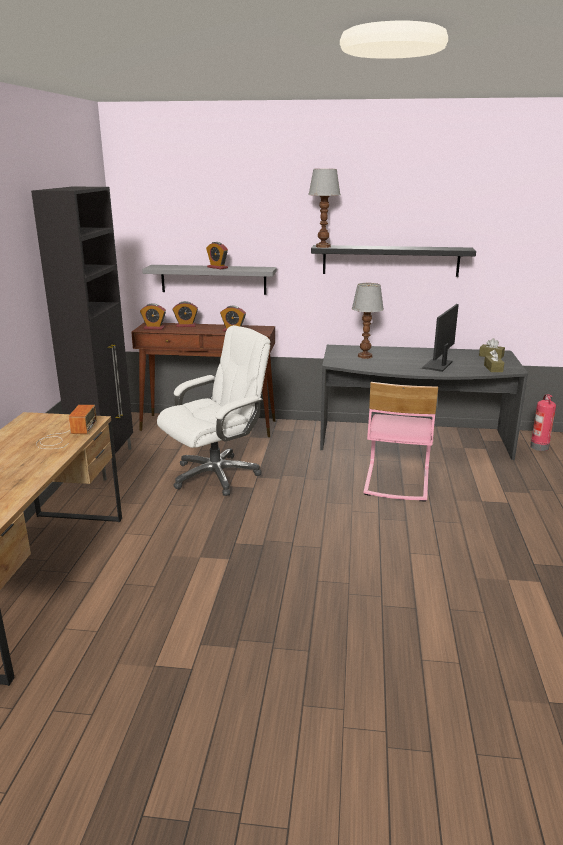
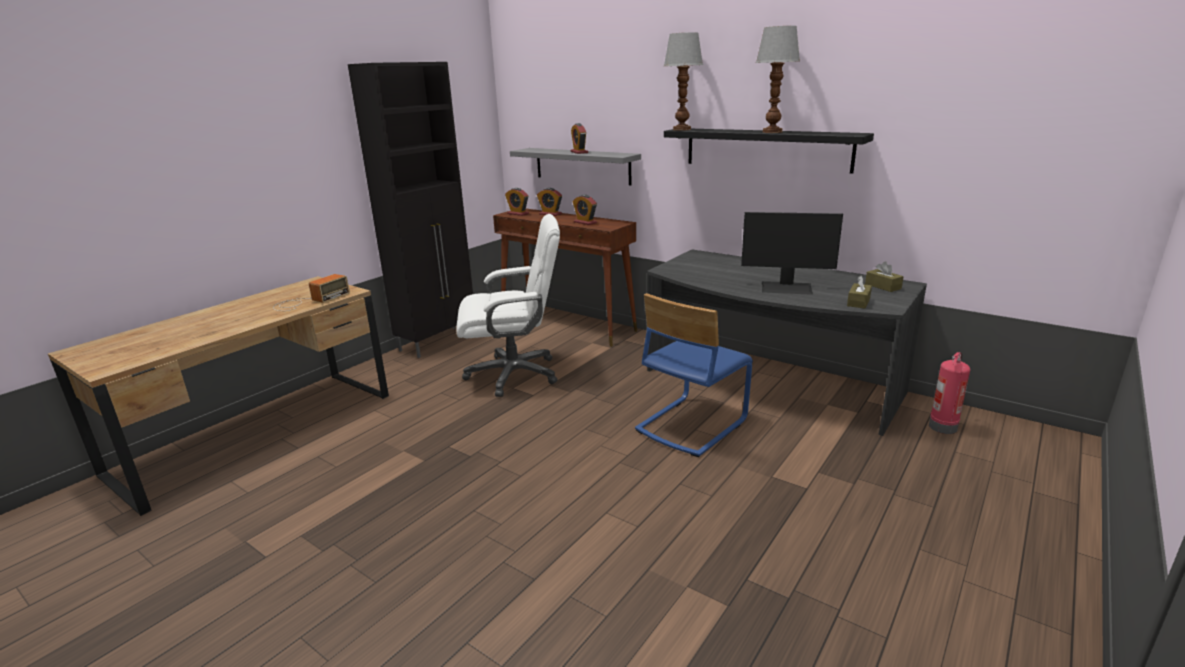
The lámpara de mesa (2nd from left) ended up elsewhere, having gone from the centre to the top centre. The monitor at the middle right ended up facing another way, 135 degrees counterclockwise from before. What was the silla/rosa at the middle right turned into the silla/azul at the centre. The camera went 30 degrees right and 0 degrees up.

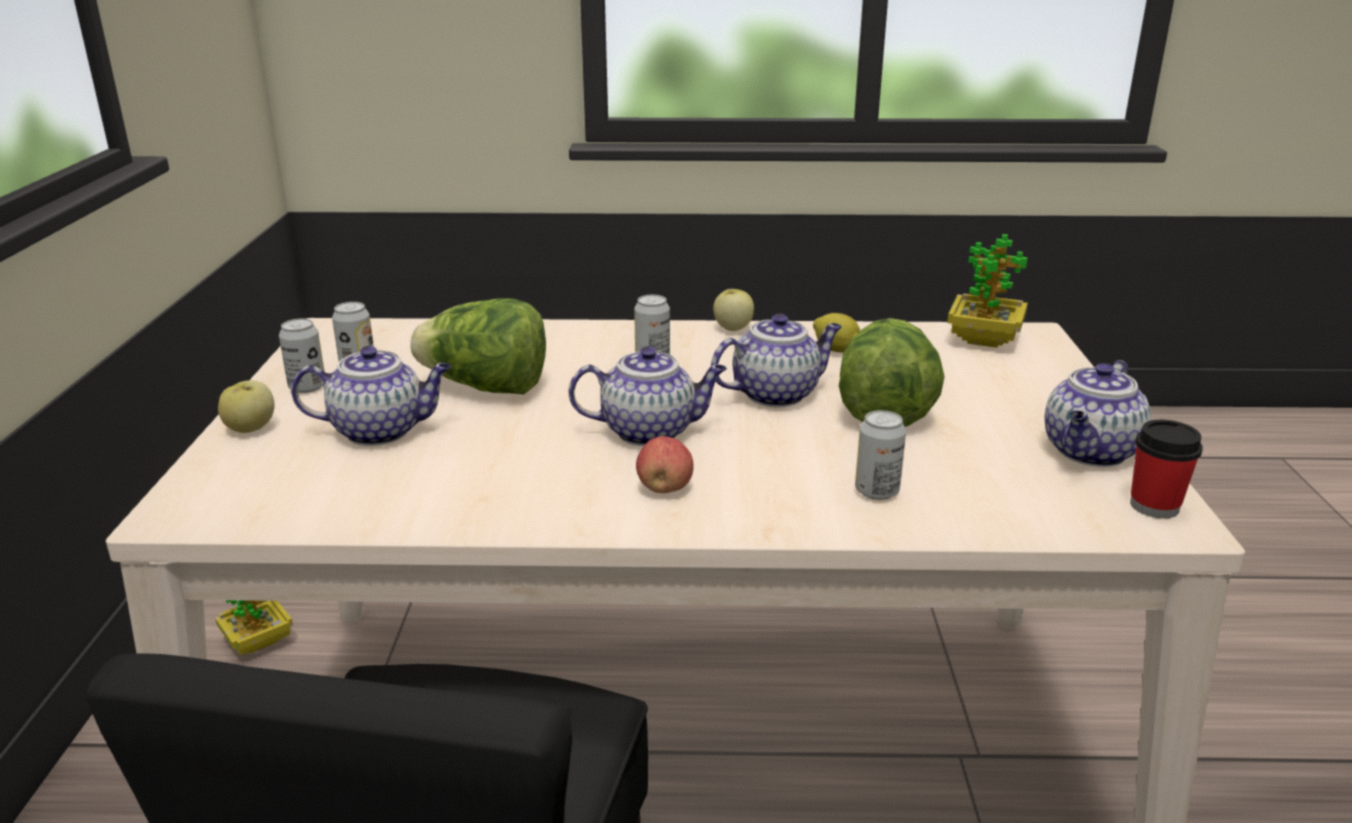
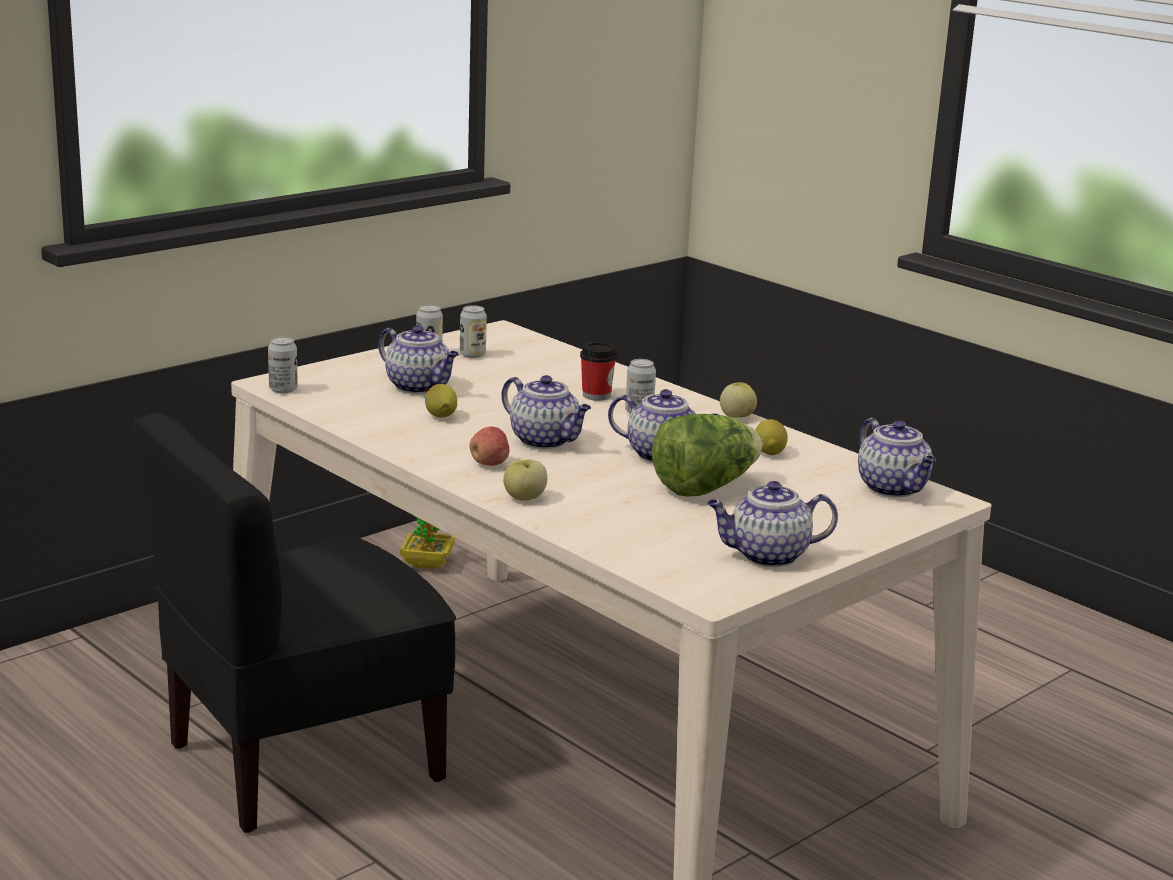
Where the planta en maceta (2nd from left) stood at the middle right, the tetera (5th from left) came to stand at the middle right. The second view lost the lechuga (1st from left) at the centre. The manzana (1st from left in the first image) ended up elsewhere, having gone from the middle left to the centre. The lata (4th from left in the first image) ended up elsewhere, having gone from the centre to the middle left. The taza ended up elsewhere, having gone from the middle right to the centre. The second view gained the limón (1st from left) at the centre. The camera went 45 degrees right and 5 degrees down.

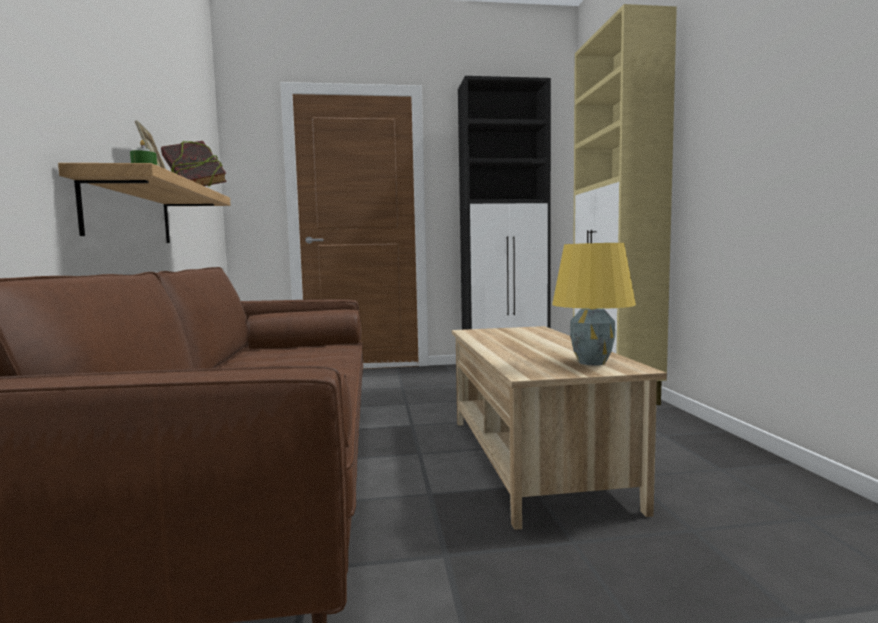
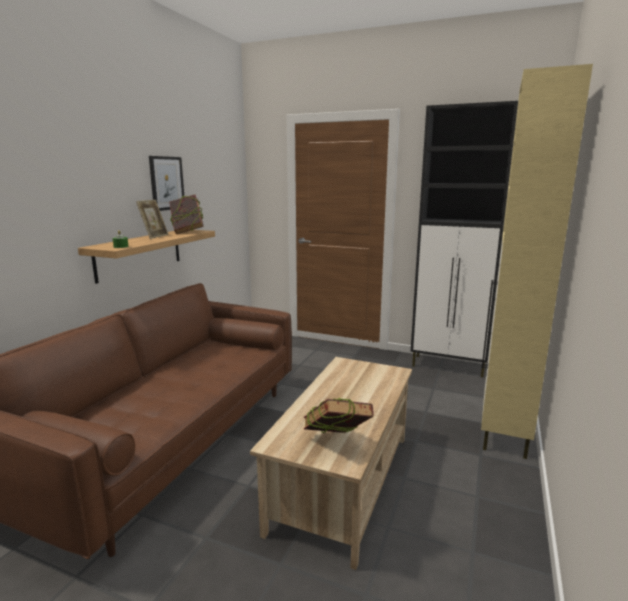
Where the lámpara de mesa/amarillo stood at the middle right, the libro (2nd from left) came to stand at the bottom centre. The second view gained the cuadro at the top left. The camera went 30 degrees right and 10 degrees up.

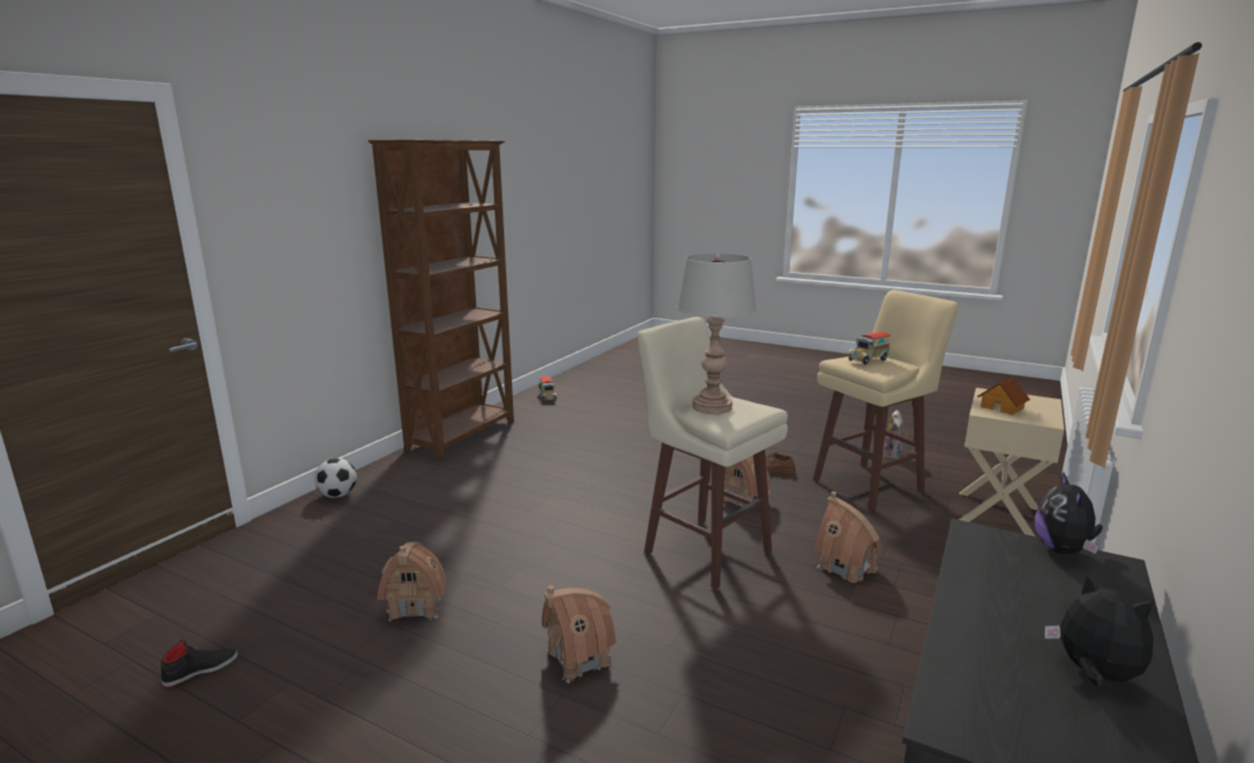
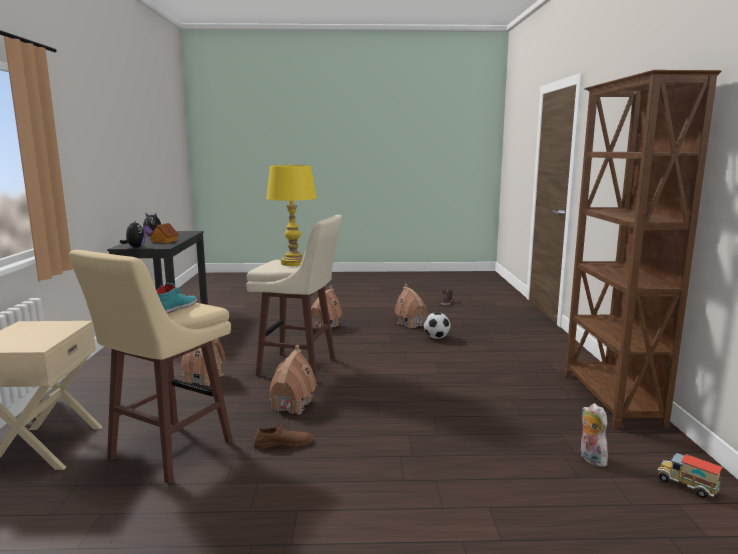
What was the lámpara de mesa/gris at the centre turned into the lámpara de mesa/amarillo at the centre. Where the camión de juguete (2nd from left) stood at the middle right, the zapato/turquesa came to stand at the middle left. The casita (5th from left in the first image) ended up elsewhere, having gone from the middle right to the middle left. The peluche (1st from left in the first image) ended up elsewhere, having gone from the middle right to the bottom right. The balón de fútbol ended up elsewhere, having gone from the middle left to the centre. The camera went 150 degrees right and 5 degrees down.

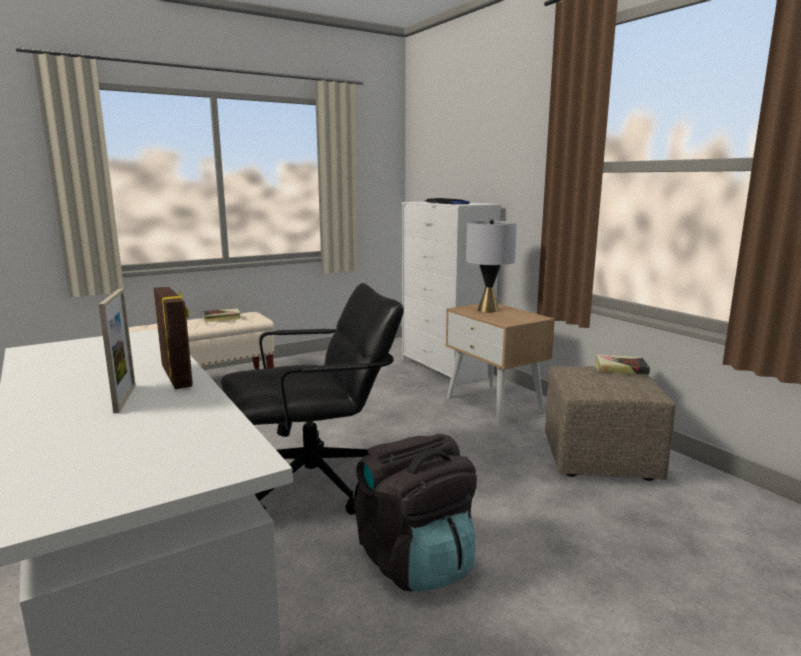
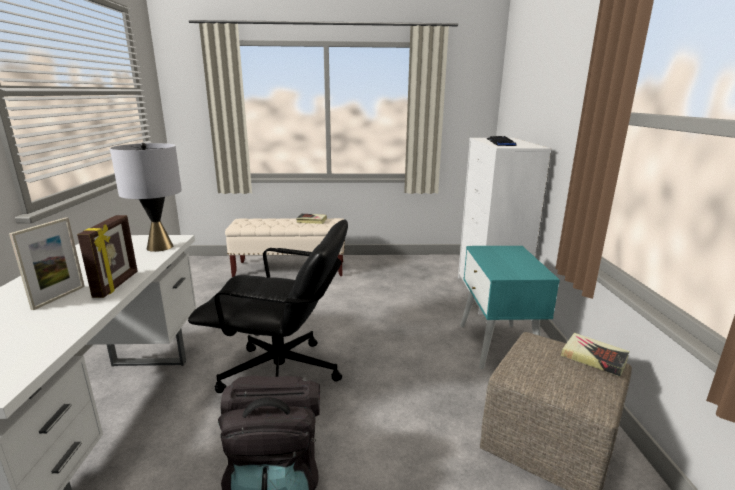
The lámpara de mesa/gris ended up elsewhere, having gone from the centre to the middle left. What was the mesita de noche/beis at the centre turned into the mesita de noche/turquesa at the middle right. The camera went 30 degrees right and 5 degrees up.

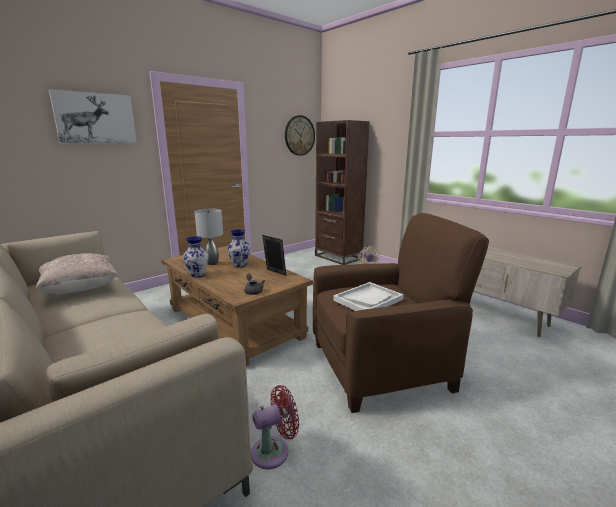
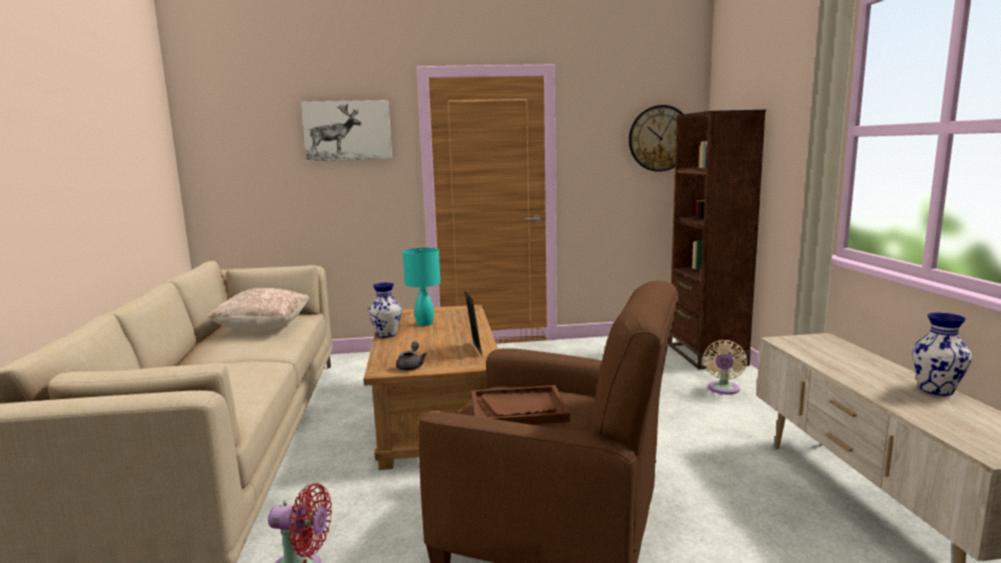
What was the lámpara de mesa/gris at the centre turned into the lámpara de mesa/turquesa at the centre. The florero (2nd from left) ended up elsewhere, having gone from the centre to the middle right. What was the bandeja/blanco at the centre turned into the bandeja/marrón at the bottom centre. The camera went 35 degrees right and 5 degrees down.

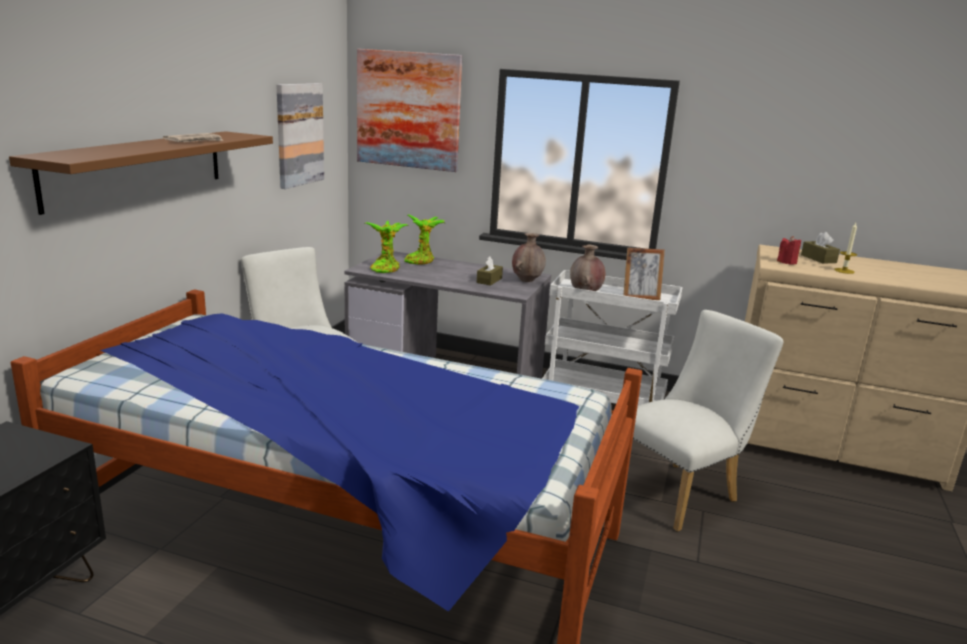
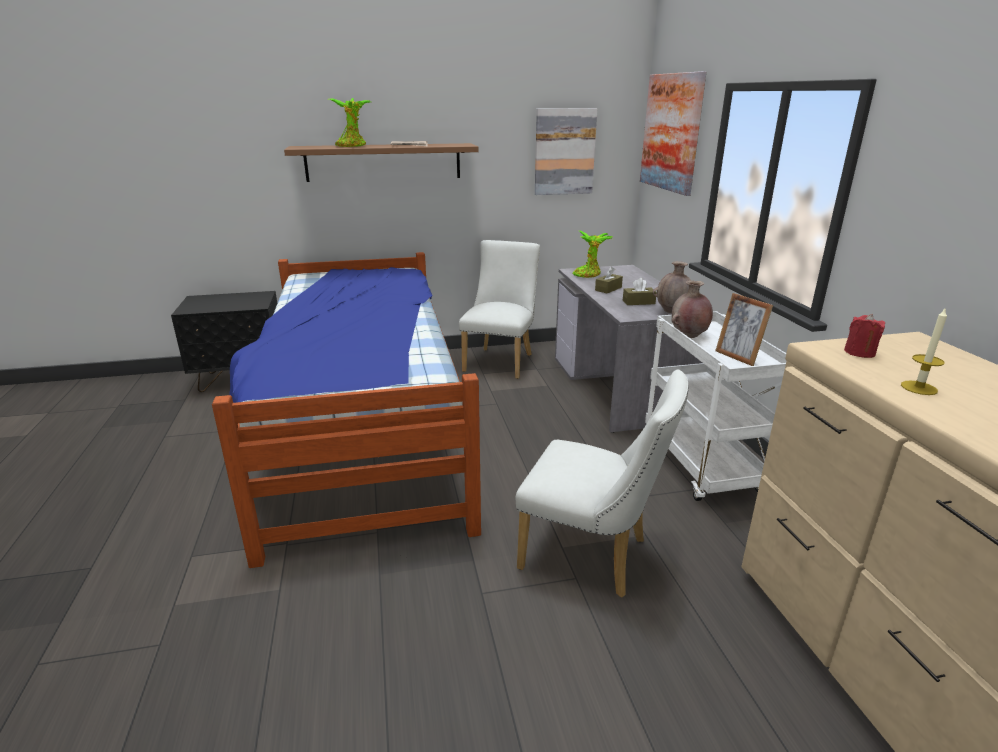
The planta en maceta (2nd from left in the first image) ended up elsewhere, having gone from the centre to the top centre. The caja de pañuelos/marrón (2nd from left in the first image) ended up elsewhere, having gone from the middle right to the centre. The camera went 60 degrees right and 5 degrees up.

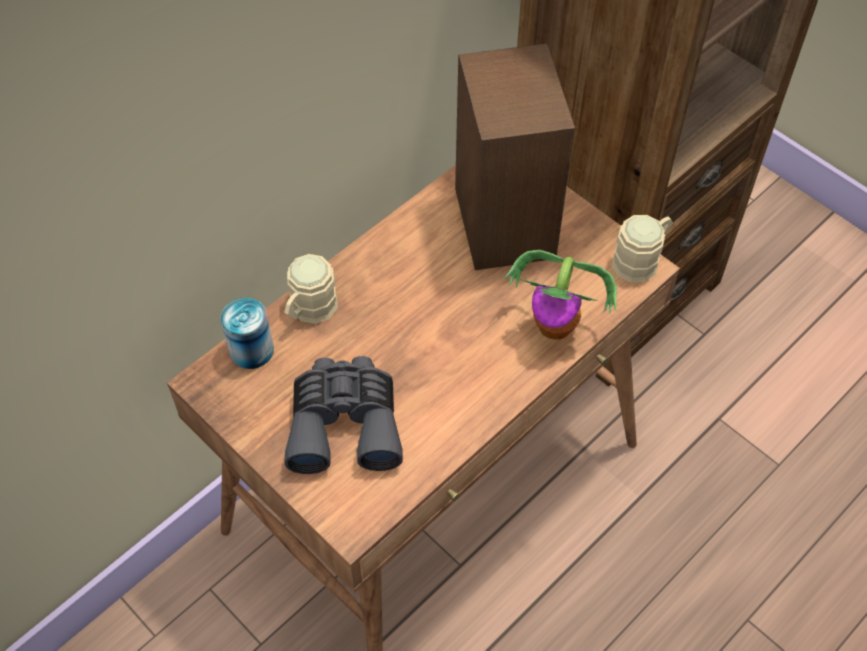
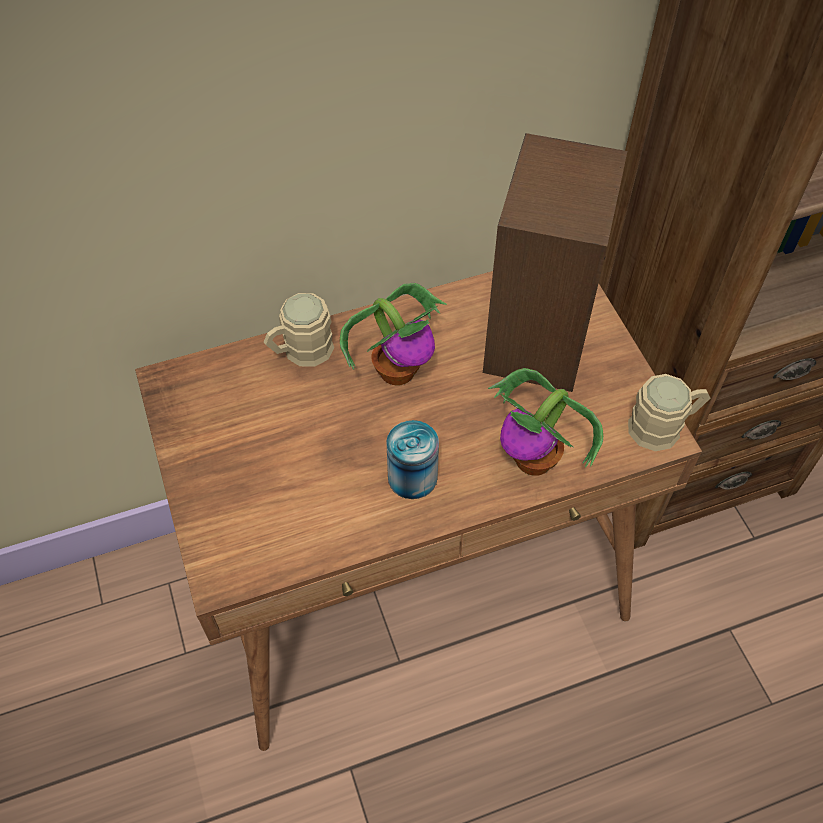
The lata ended up elsewhere, having gone from the middle left to the centre. The second view lost the prismáticos/gris at the centre. The second view gained the planta en maceta (1st from left) at the centre. The camera went 25 degrees right and 0 degrees up.

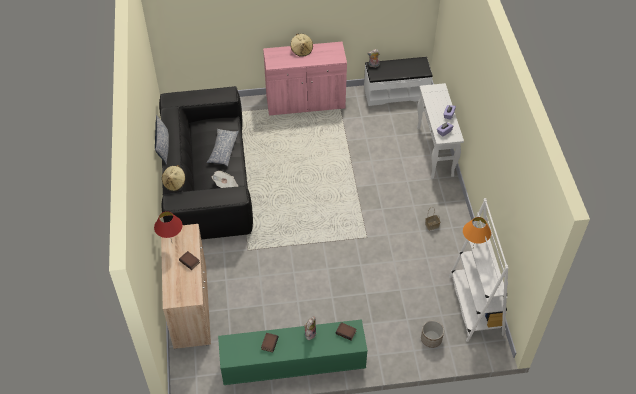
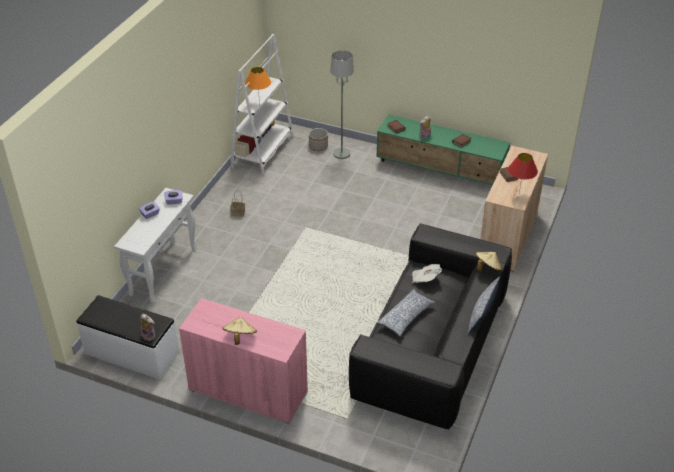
The second view gained the lámpara de pie/gris at the top centre. The camera went 150 degrees left and 10 degrees down.

